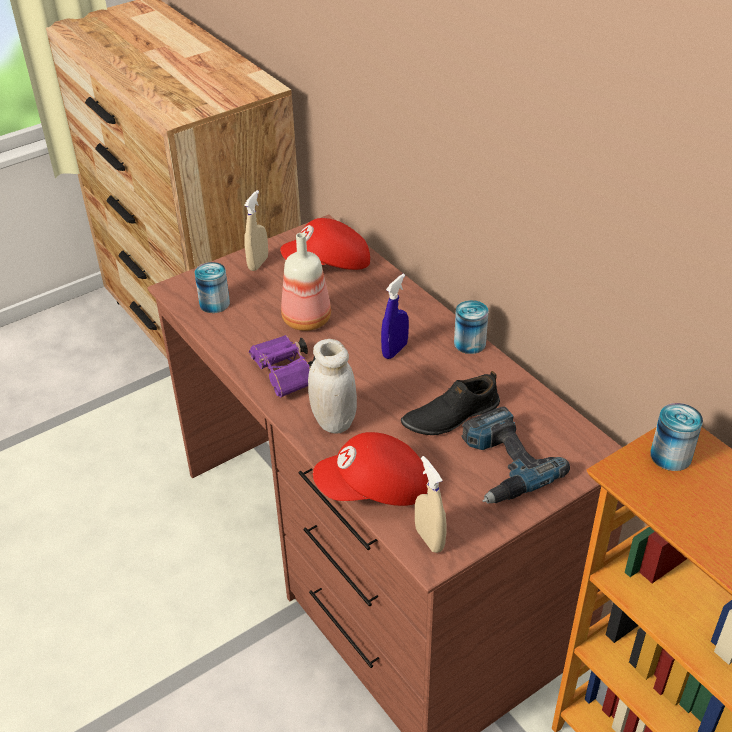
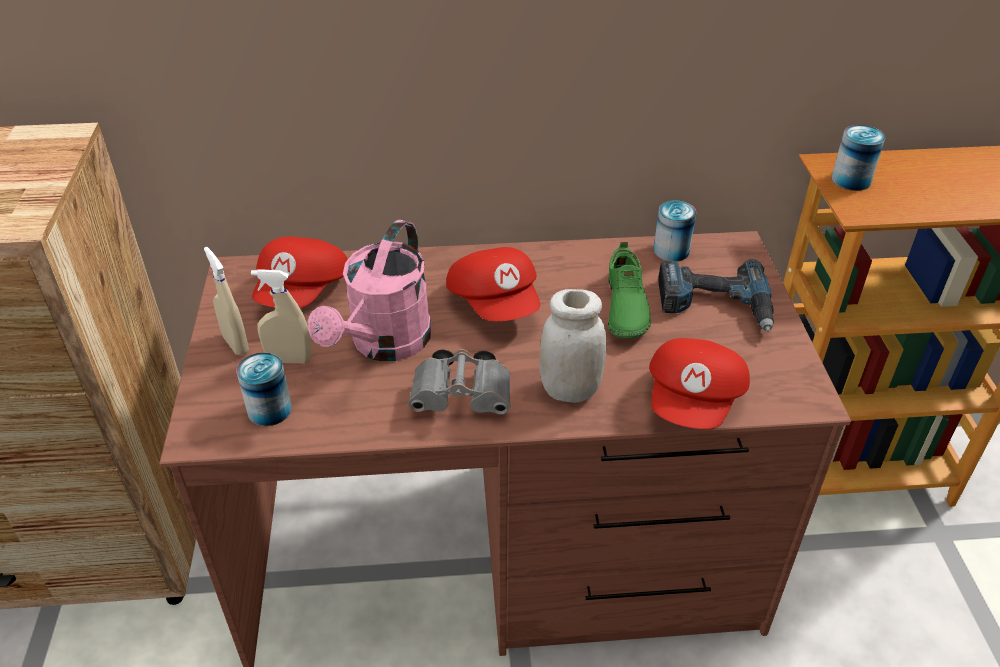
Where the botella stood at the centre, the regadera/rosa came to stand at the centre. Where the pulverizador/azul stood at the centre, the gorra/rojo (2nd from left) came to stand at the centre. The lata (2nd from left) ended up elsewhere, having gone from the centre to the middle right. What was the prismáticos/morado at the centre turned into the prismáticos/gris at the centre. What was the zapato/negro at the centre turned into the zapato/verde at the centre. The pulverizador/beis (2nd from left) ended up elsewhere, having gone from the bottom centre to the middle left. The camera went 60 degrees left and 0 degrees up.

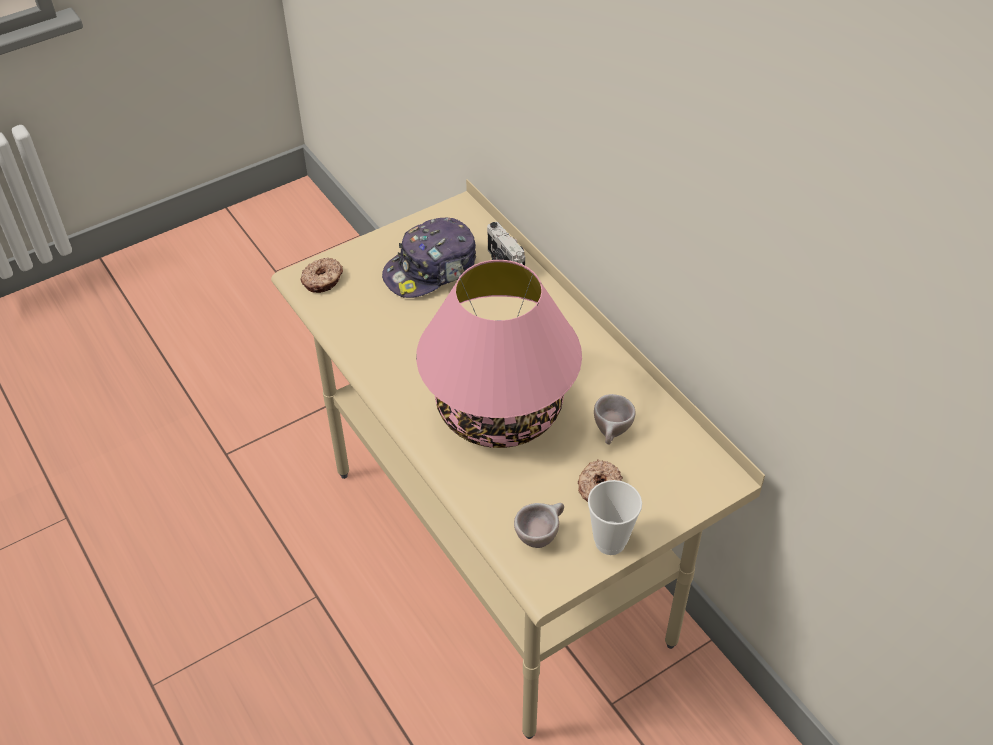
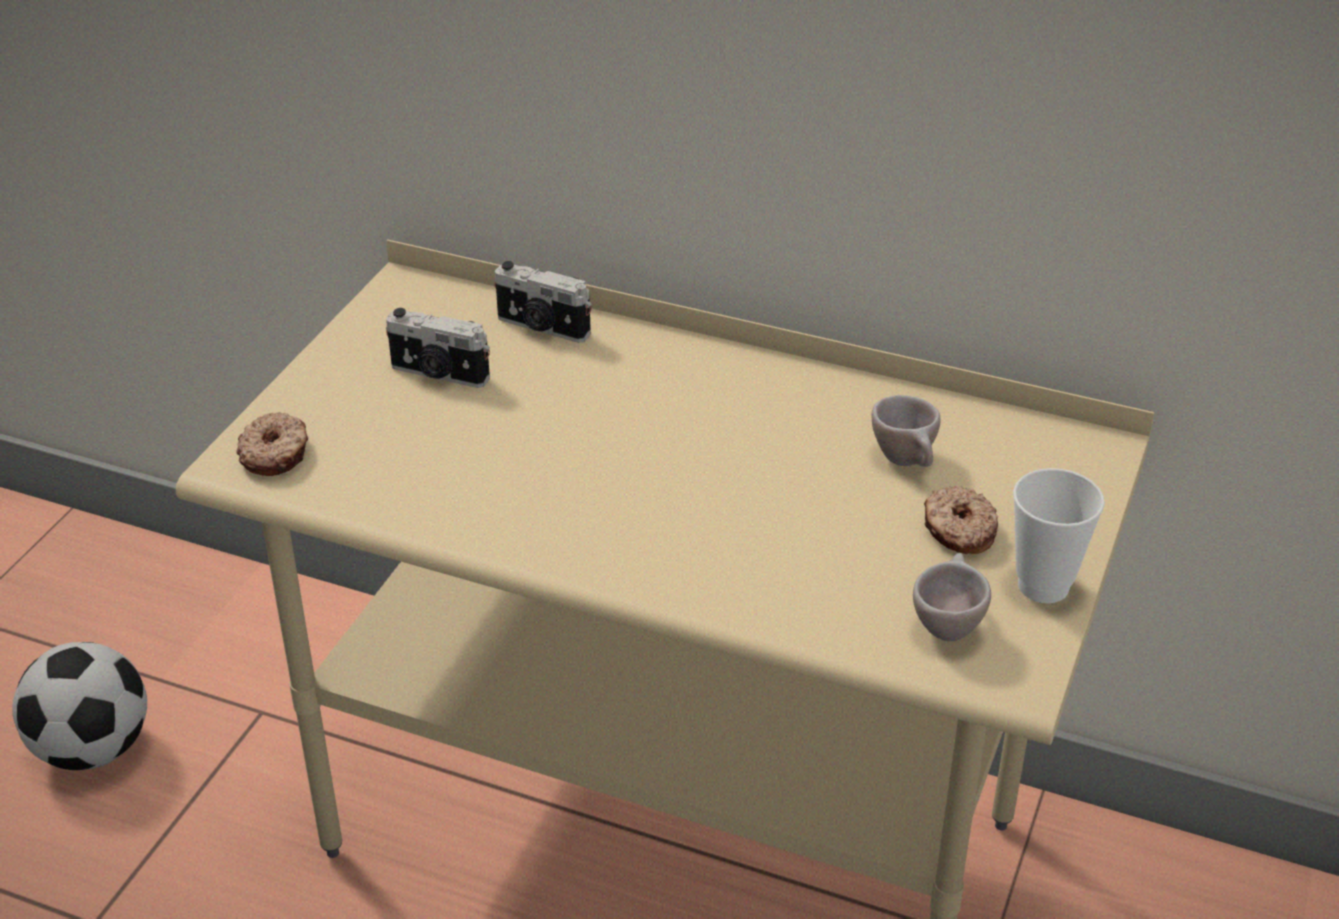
Where the gorra stood at the centre, the cámara (1st from left) came to stand at the middle left. The second view lost the lámpara de mesa/rosa at the centre. The second view gained the balón de fútbol at the bottom left. The camera went 35 degrees left and 10 degrees down.

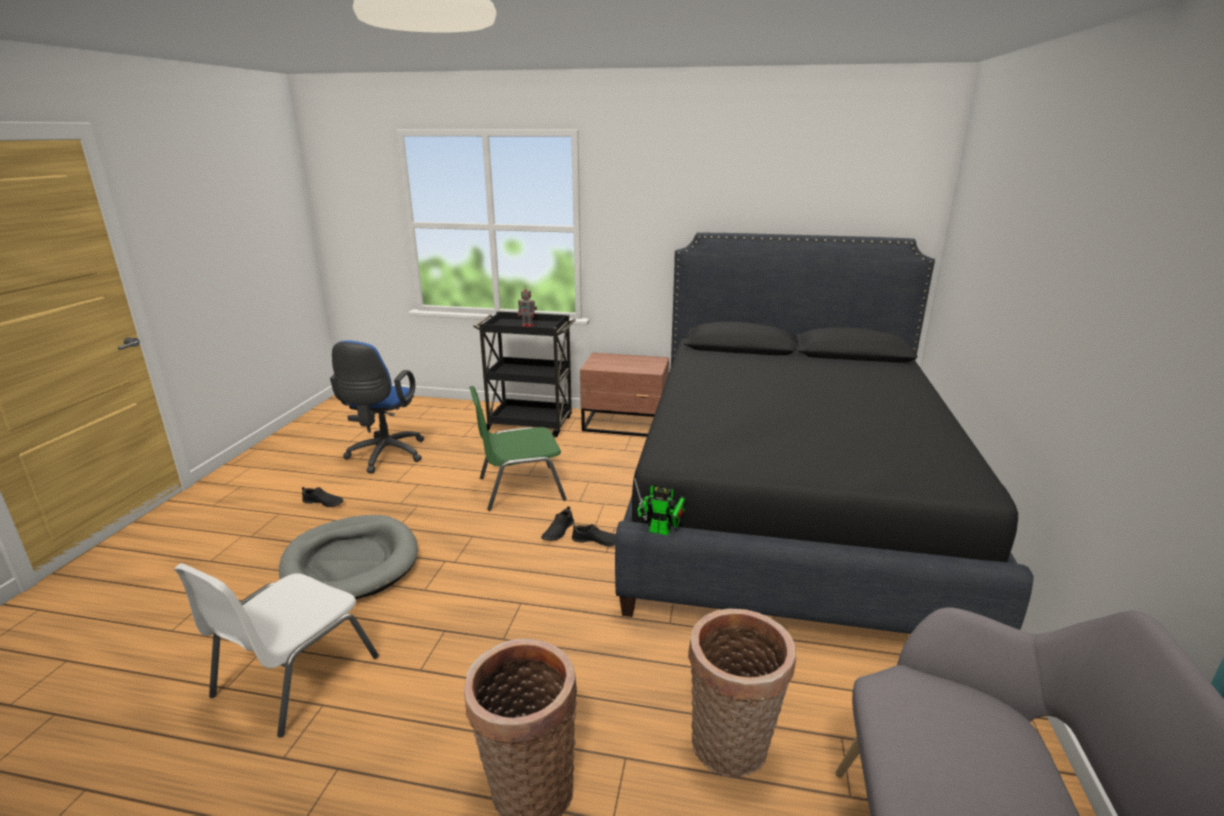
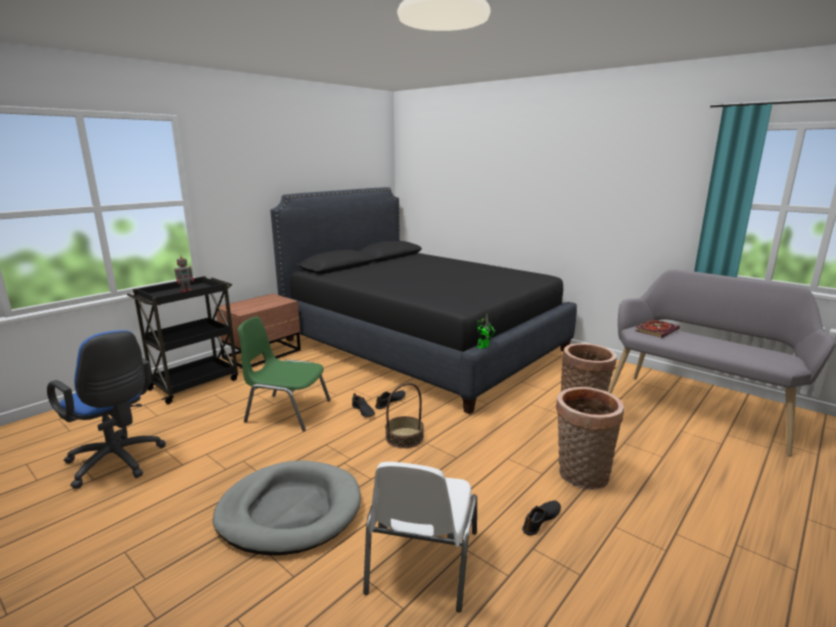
The silla/verde at the centre ended up facing another way, 90 degrees clockwise from before. The zapato/negro (1st from left in the first image) ended up elsewhere, having gone from the middle left to the bottom centre. The silla/blanco at the bottom left ended up facing another way, 45 degrees clockwise from before. The second view gained the libro at the middle right. The second view gained the cesta (1st from left) at the centre. The camera went 60 degrees left and 5 degrees down.

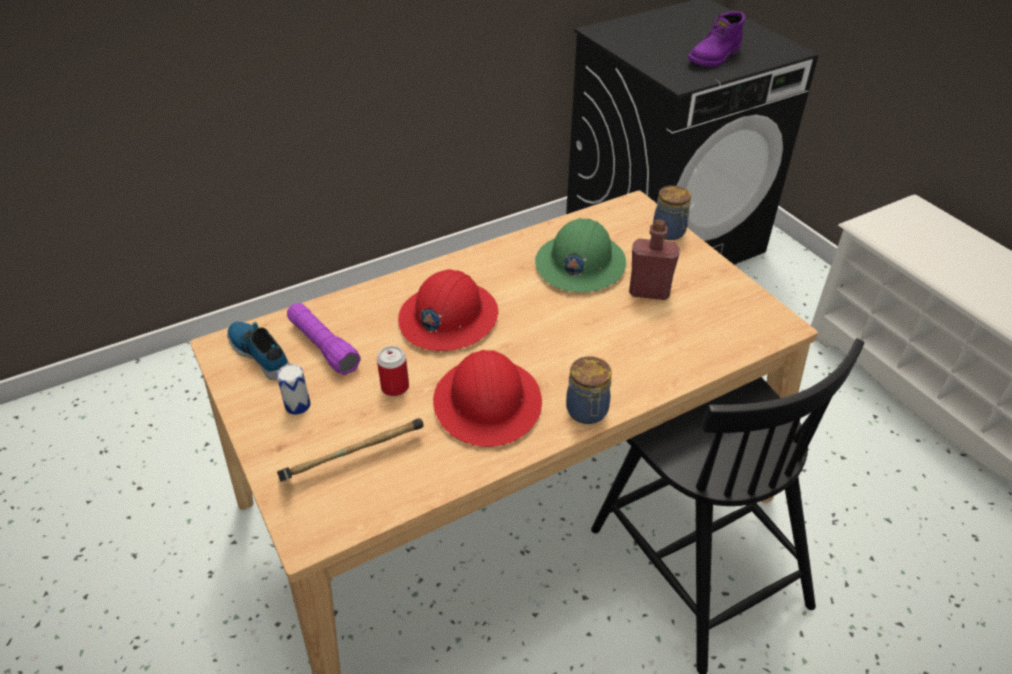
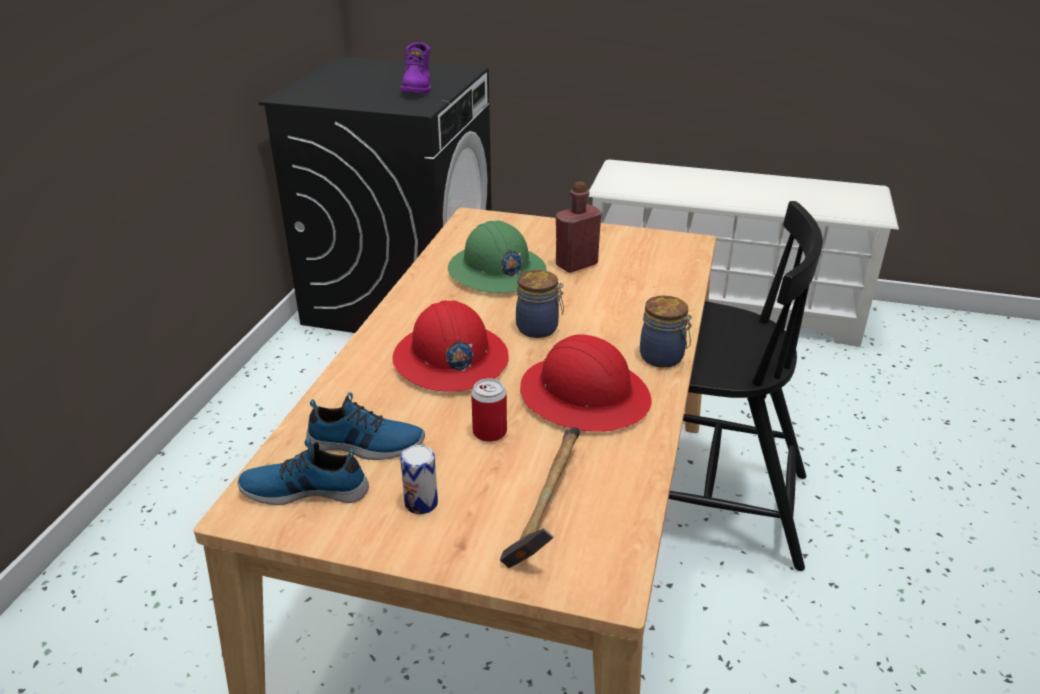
The tarro (2nd from left in the first image) ended up elsewhere, having gone from the top centre to the centre. Where the linterna/morado stood at the middle left, the zapato (2nd from left) came to stand at the centre. The camera went 45 degrees left and 10 degrees down.

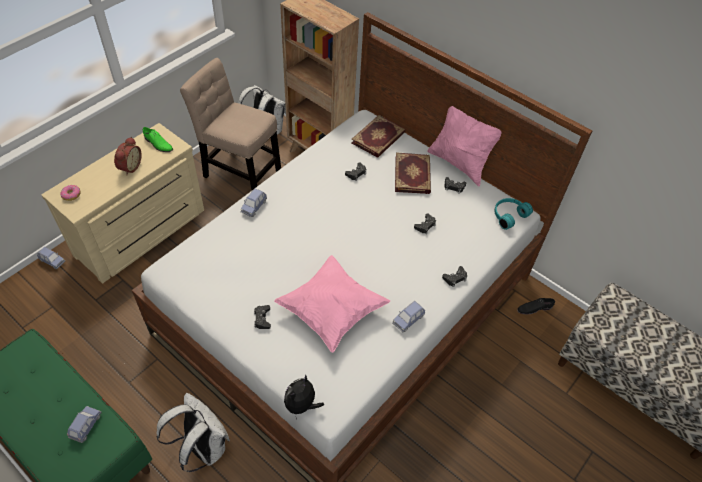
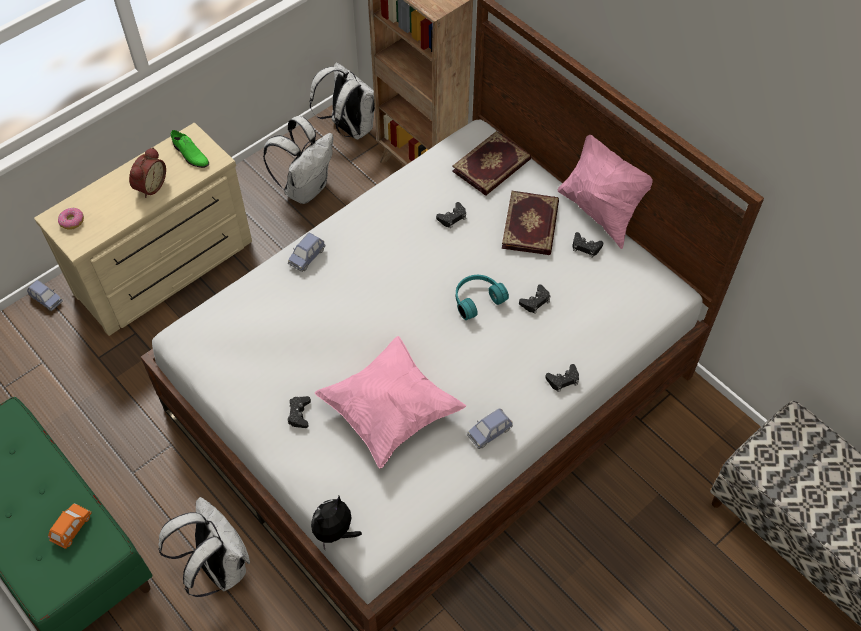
Where the silla/beis stood at the top left, the mochila/blanco (2nd from left) came to stand at the top centre. The auriculares/turquesa ended up elsewhere, having gone from the middle right to the centre. The second view lost the zapato/negro at the middle right. What was the coche de juguete/azul (2nd from left) at the bottom left turned into the coche de juguete/naranja at the bottom left. The camera went 10 degrees right and 5 degrees up.

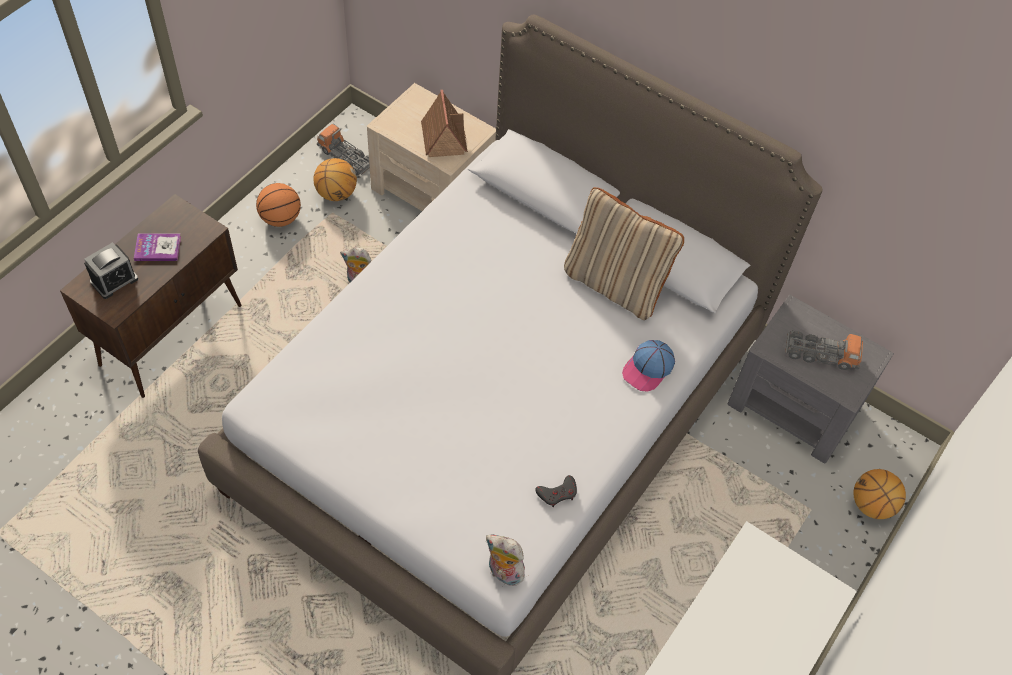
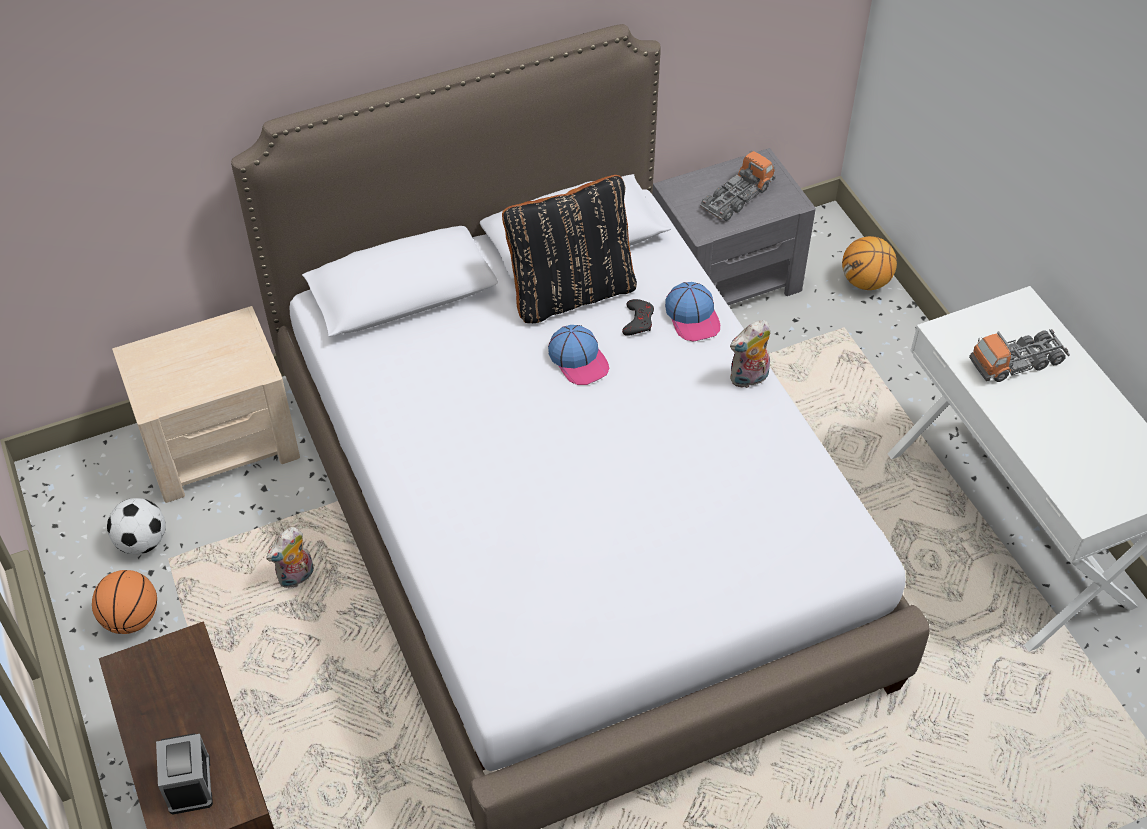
The second view lost the casita at the top centre. The camión de juguete (1st from left in the first image) ended up elsewhere, having gone from the top centre to the middle right. Where the balón de baloncesto (2nd from left) stood at the top left, the balón de fútbol came to stand at the middle left. What was the cojín/beis at the centre turned into the cojín/negro at the top centre. The second view lost the libro at the middle left. The mando de consola/gris ended up elsewhere, having gone from the bottom centre to the centre. The peluche (2nd from left) ended up elsewhere, having gone from the bottom centre to the centre. The second view gained the gorra (1st from left) at the centre. The camera went 55 degrees left and 5 degrees down.

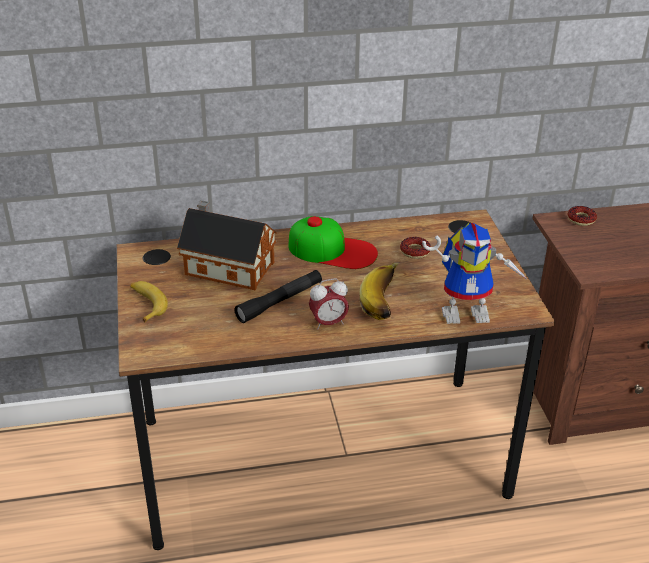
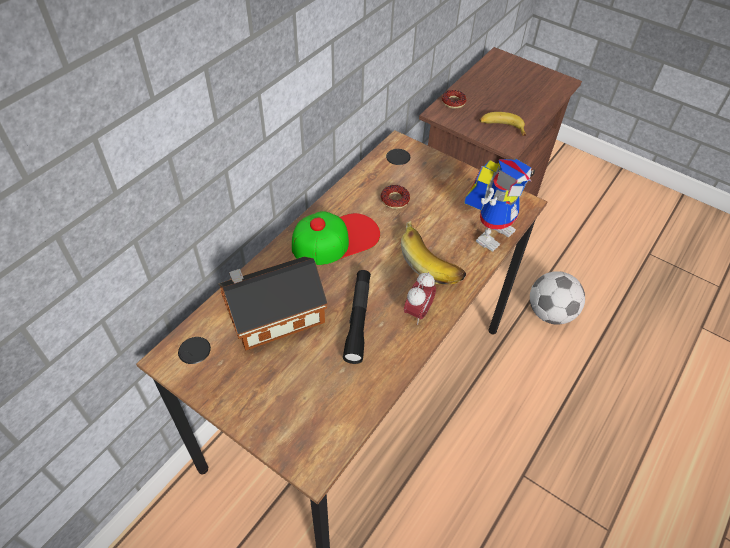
The plátano (1st from left in the first image) ended up elsewhere, having gone from the middle left to the top right. The second view gained the balón de fútbol at the middle right. The camera went 45 degrees left and 15 degrees up.

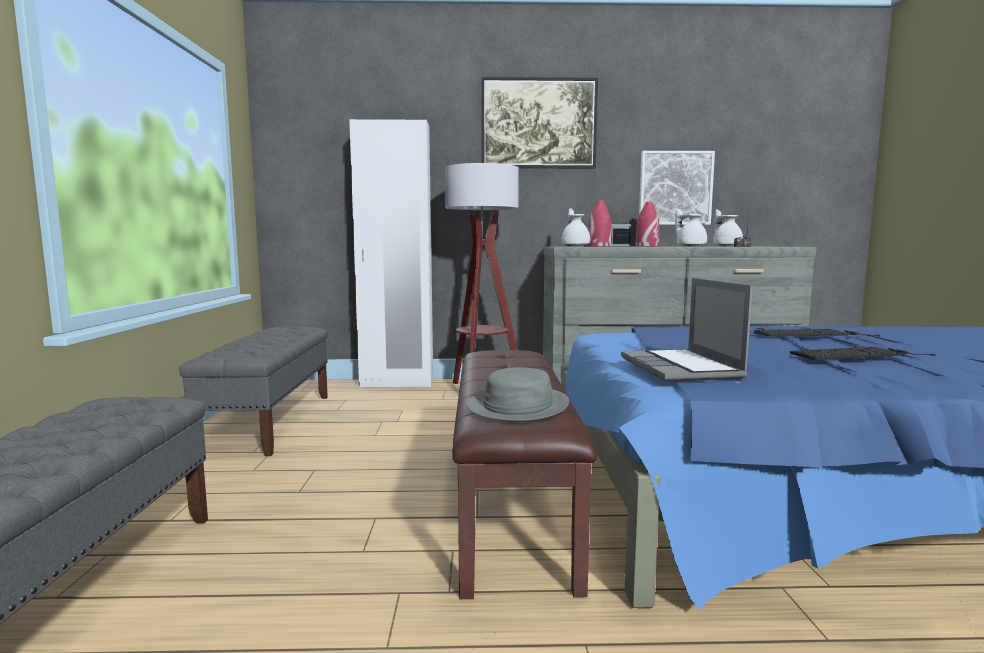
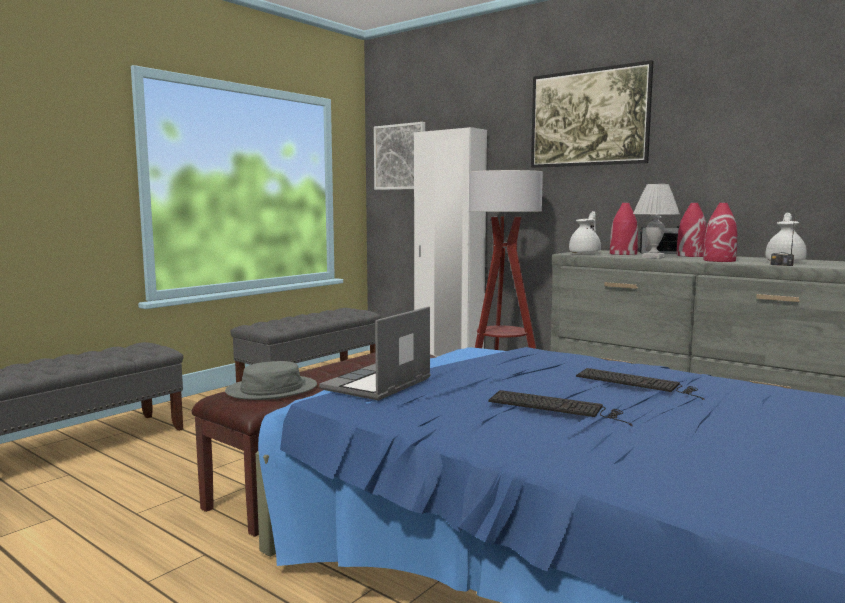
The cuadro (2nd from left in the first image) ended up elsewhere, having gone from the top right to the top centre. Where the tetera/blanco (2nd from left) stood at the middle right, the florero/rojo (3rd from left) came to stand at the middle right. The second view gained the lámpara de mesa/blanco at the middle right. The camera went 40 degrees right and 0 degrees up.

